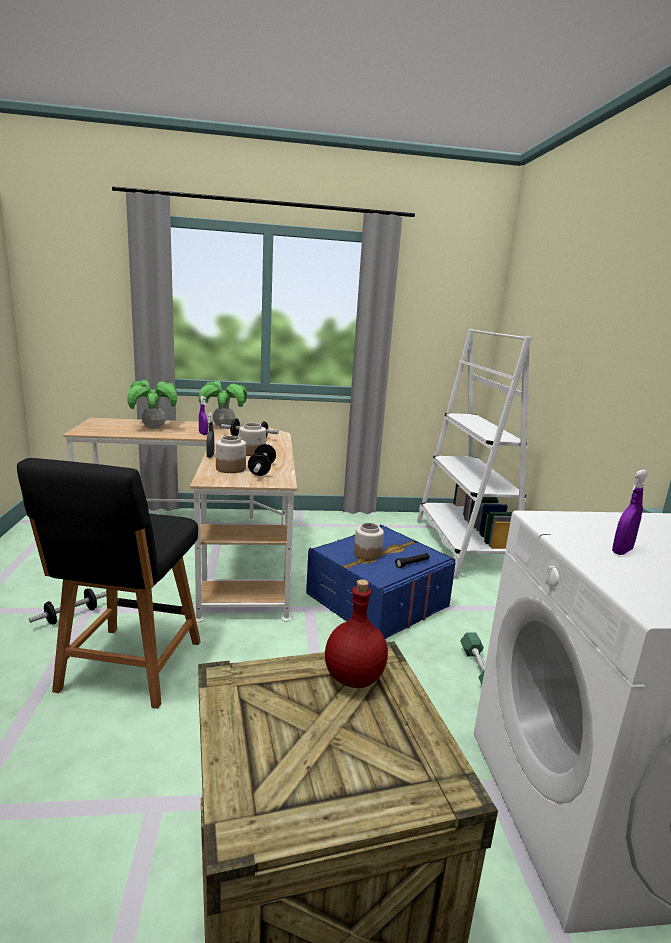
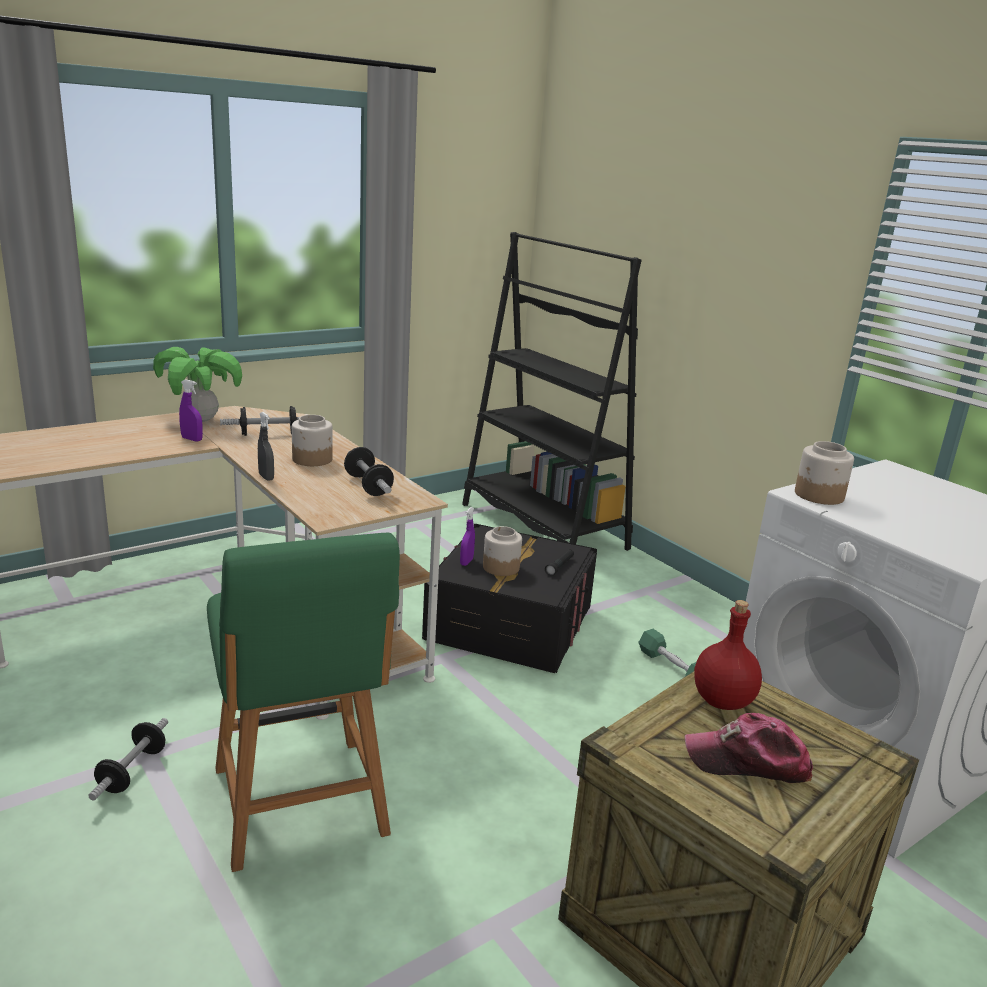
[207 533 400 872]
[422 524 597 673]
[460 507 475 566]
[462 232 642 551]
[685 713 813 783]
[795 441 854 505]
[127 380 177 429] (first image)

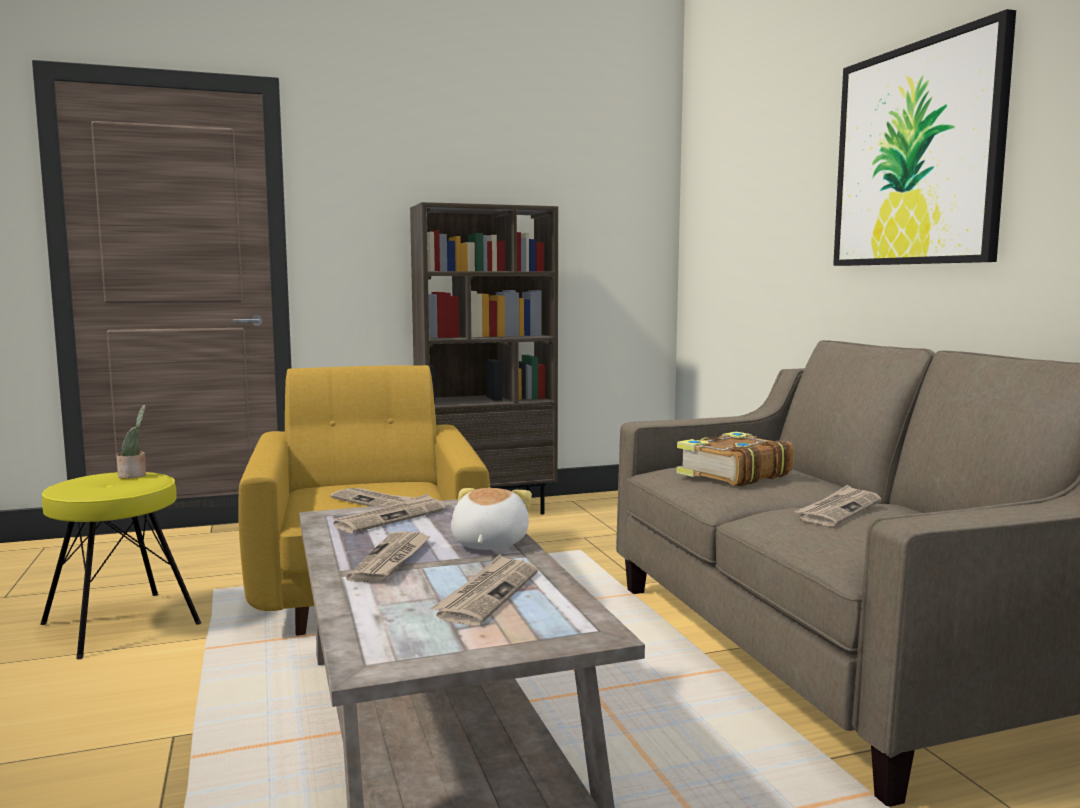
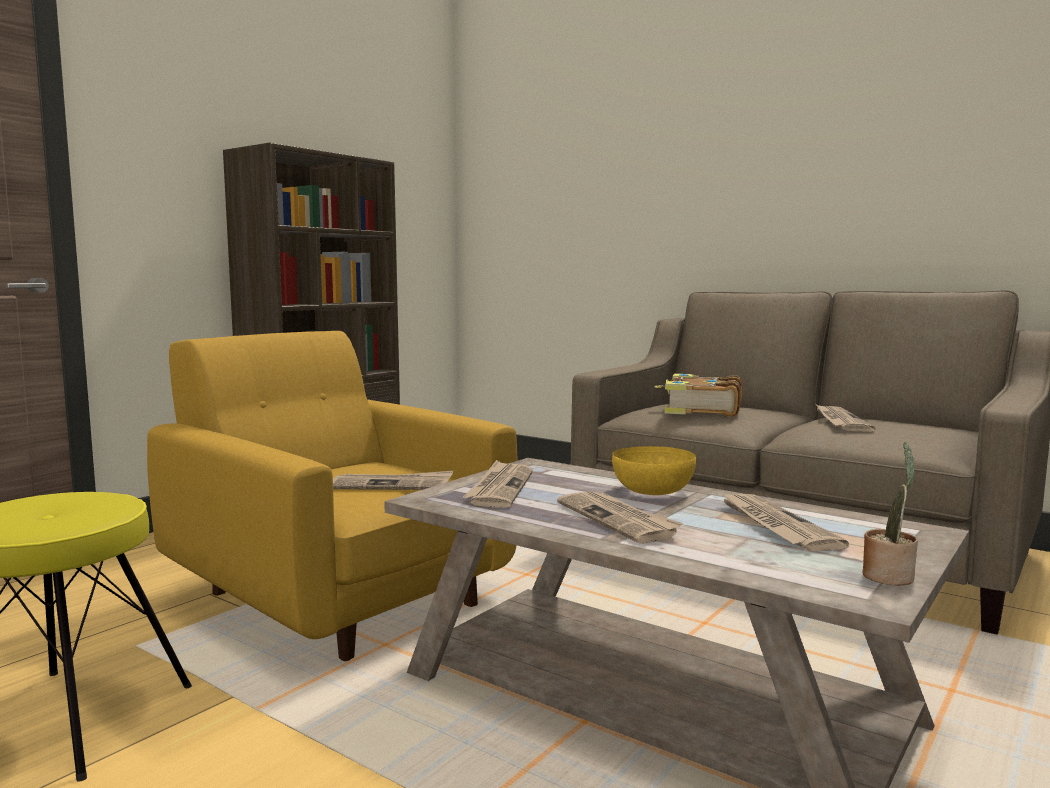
[612 446 696 495]
[863 442 918 586]
[833 9 1016 266] (first image)

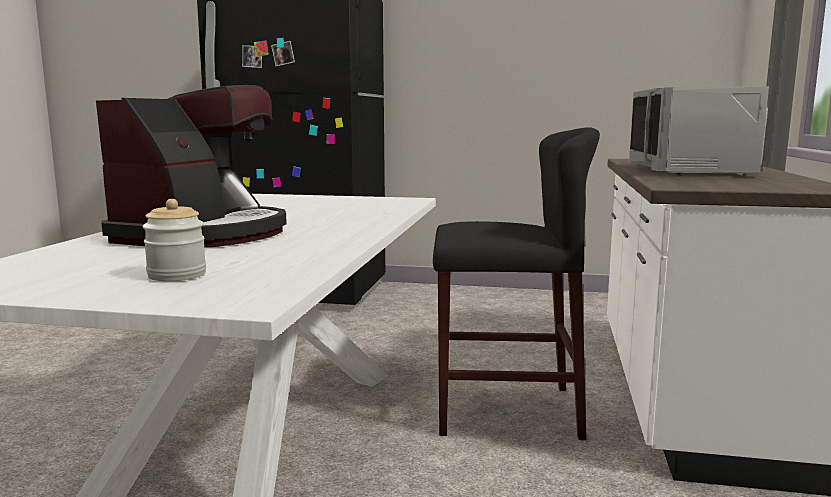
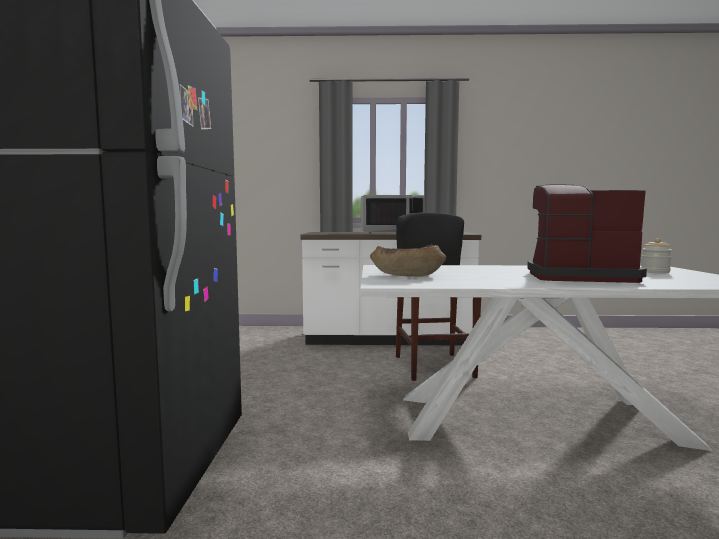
[370 245 446 277]

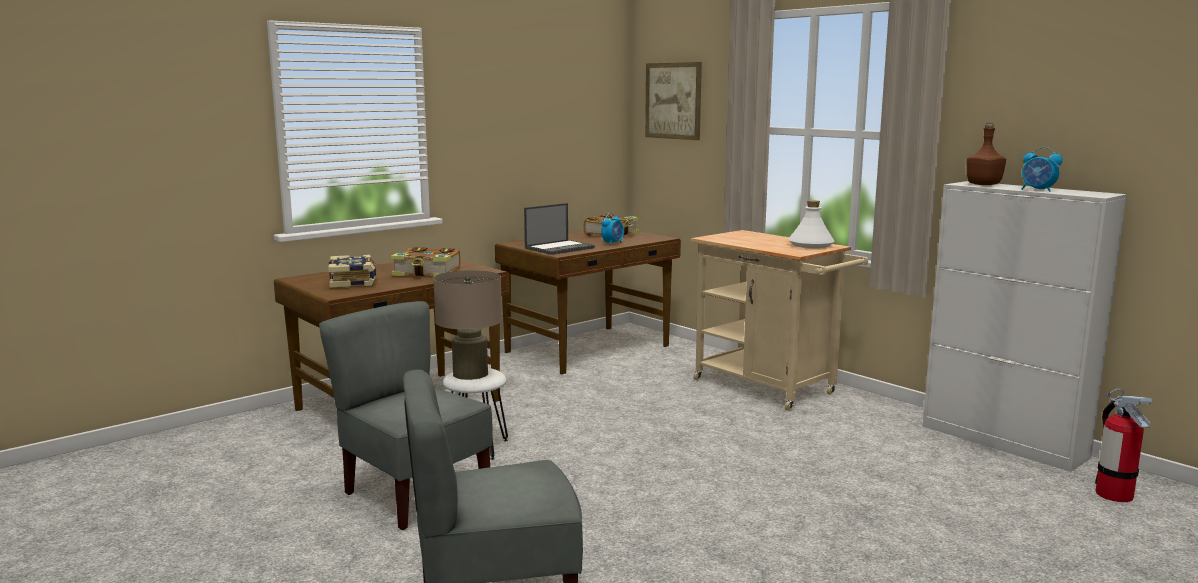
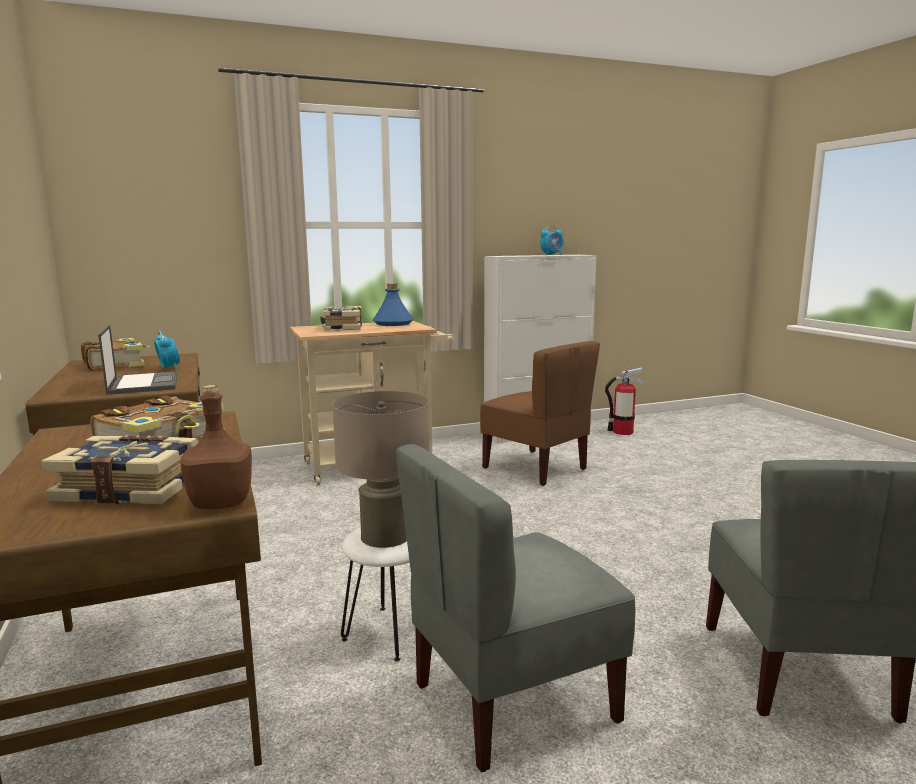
[180 385 252 509]
[321 306 362 330]
[373 283 414 326]
[480 341 600 486]
[645 62 702 140] (first image)

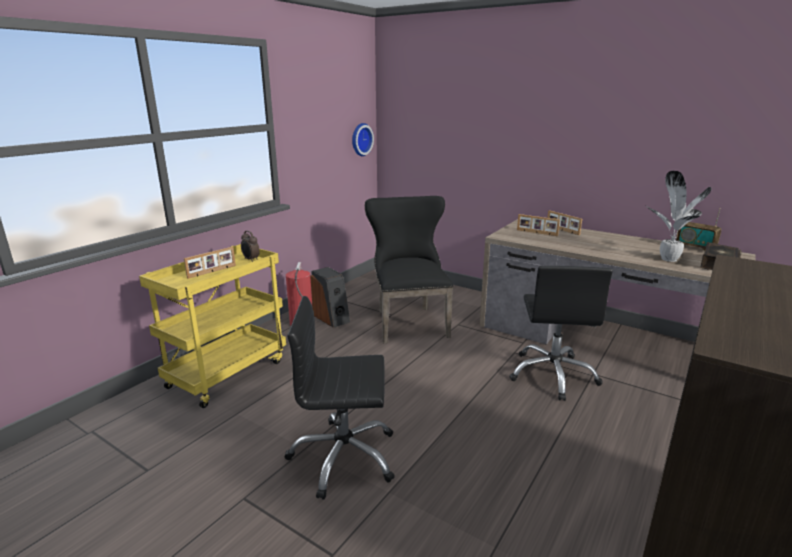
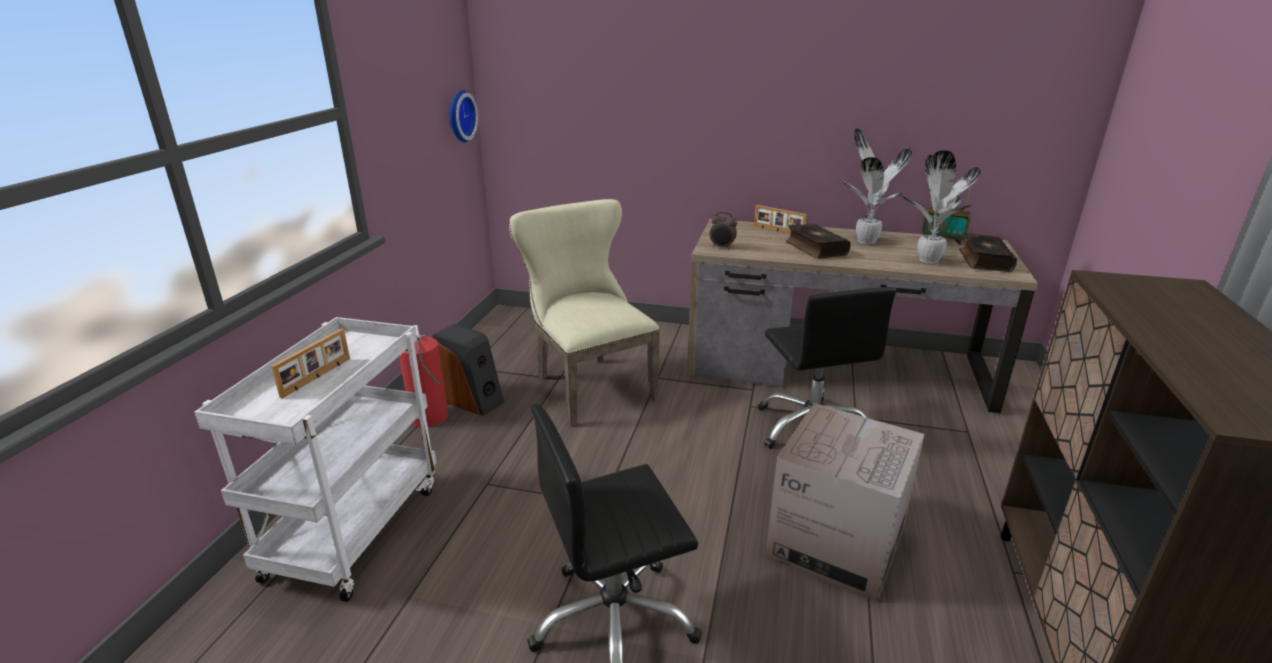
[194 317 437 602]
[509 199 660 427]
[710 212 737 249]
[766 403 925 602]
[786 224 850 259]
[839 128 912 244]
[517 214 560 236] (first image)

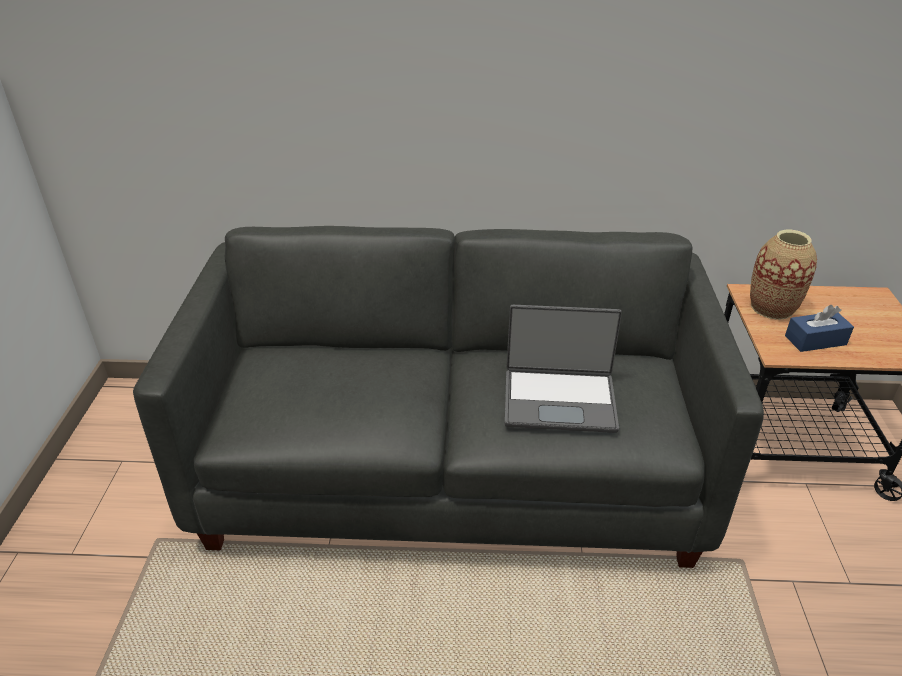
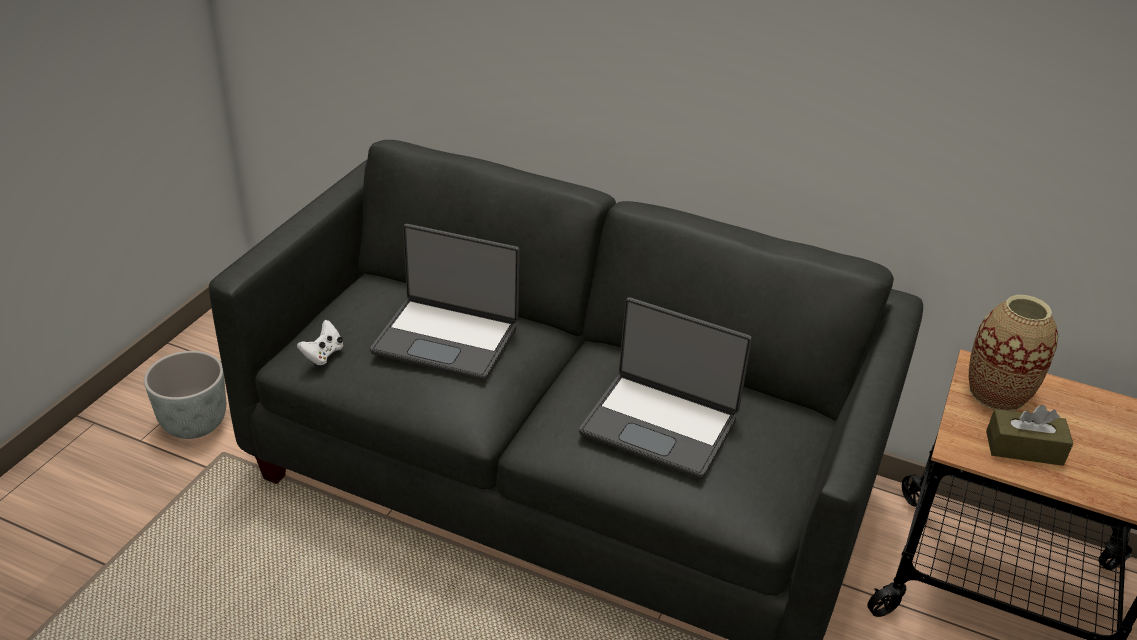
[144 351 226 439]
[297 320 343 365]
[370 224 520 381]
[986 405 1073 466]

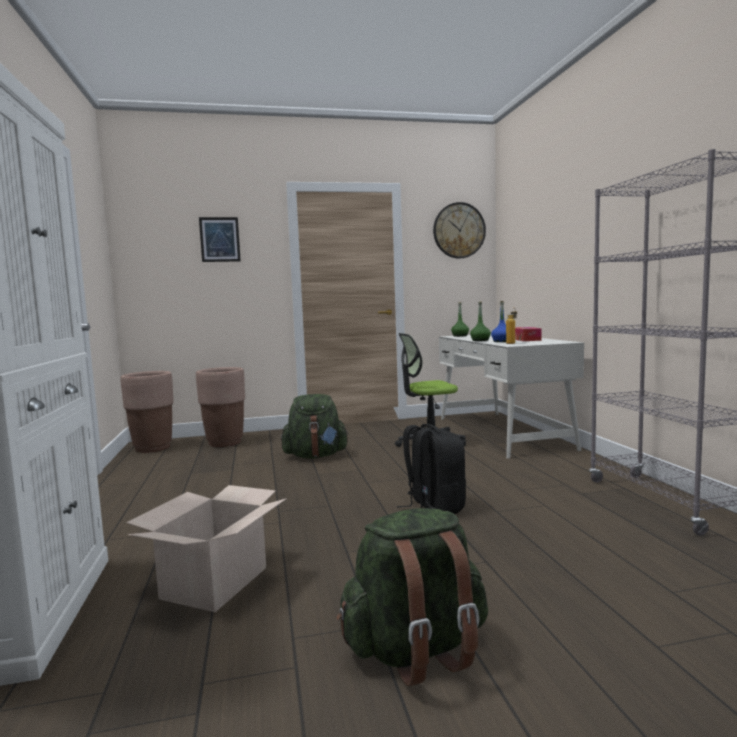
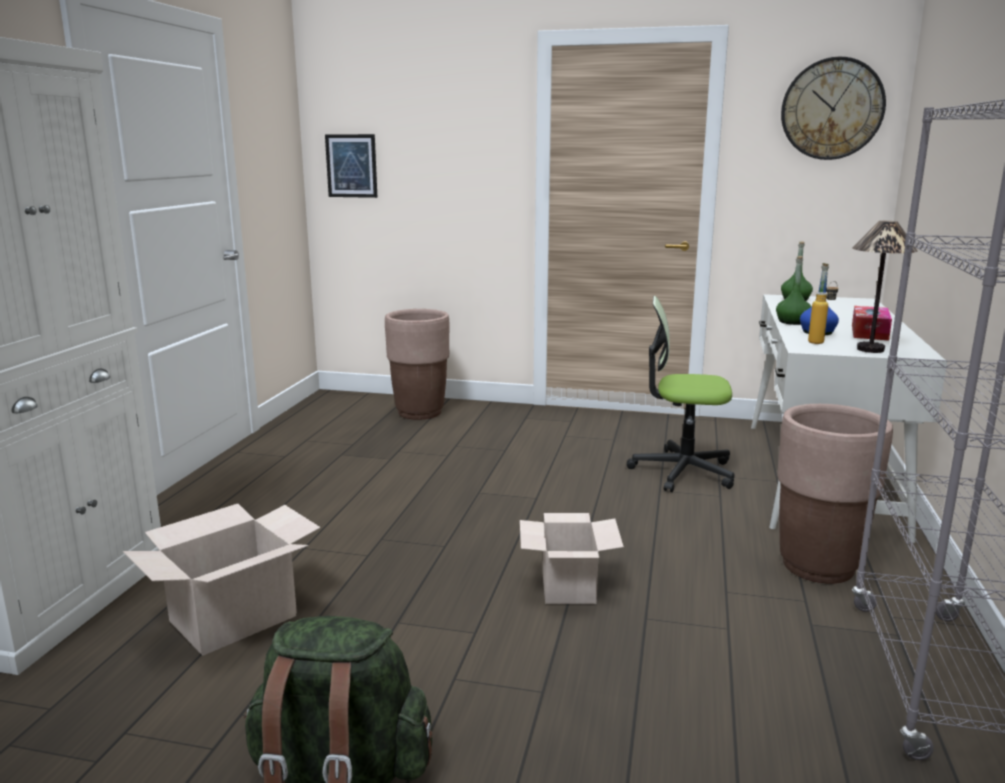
[325 134 378 198]
[520 513 624 604]
[777 404 893 583]
[852 221 918 353]
[281 394 349 459] (first image)

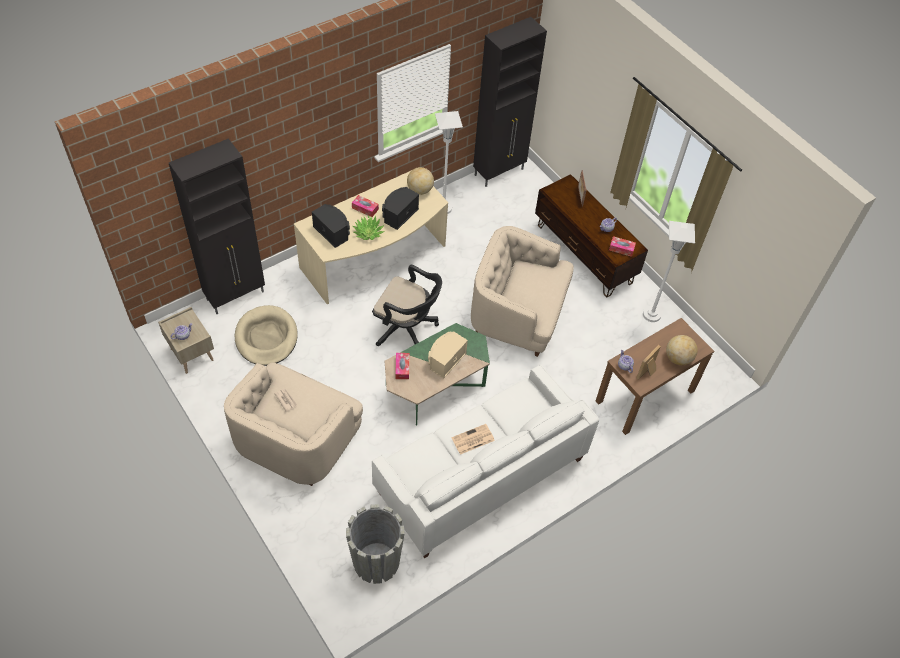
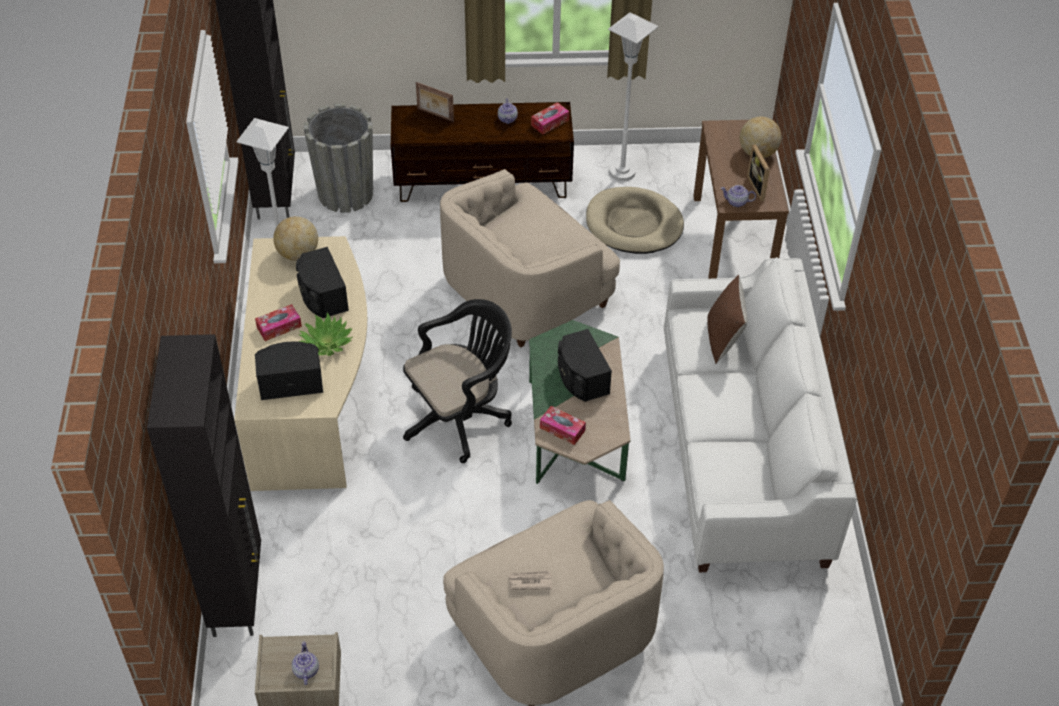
[304 103 373 213]
[558 329 612 402]
[586 187 684 254]
[707 275 747 364]
[451 424 495 455] (first image)

